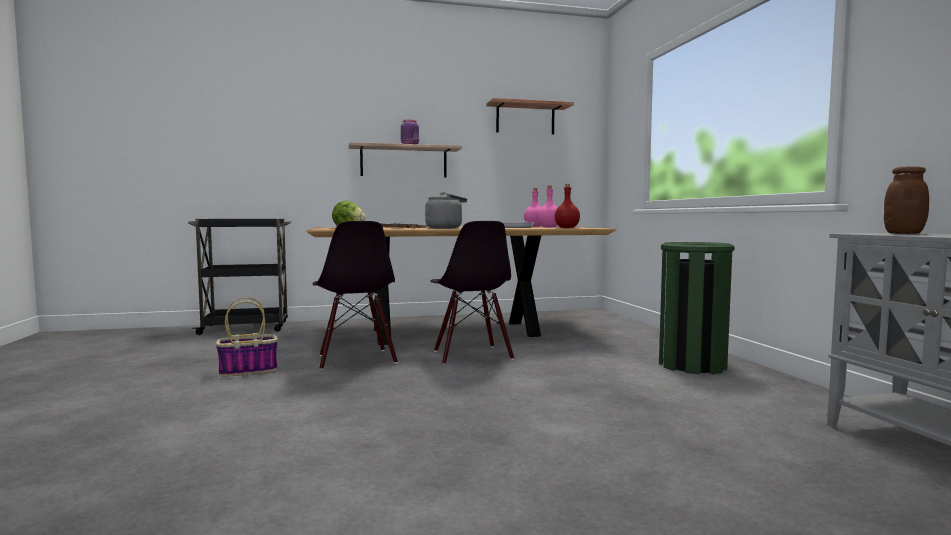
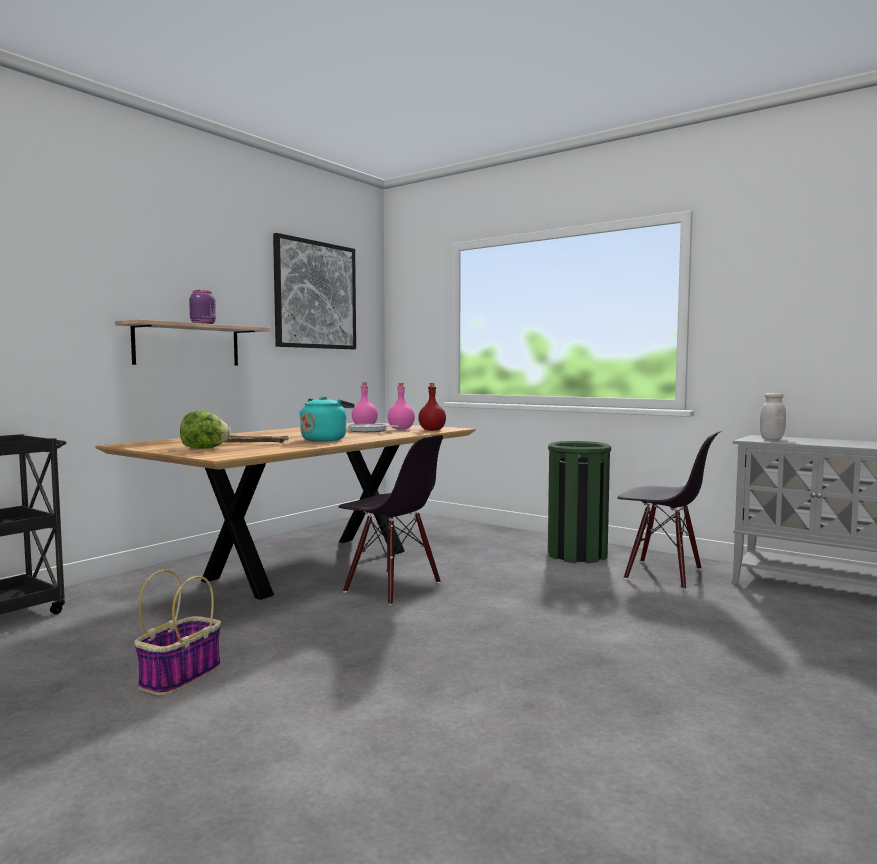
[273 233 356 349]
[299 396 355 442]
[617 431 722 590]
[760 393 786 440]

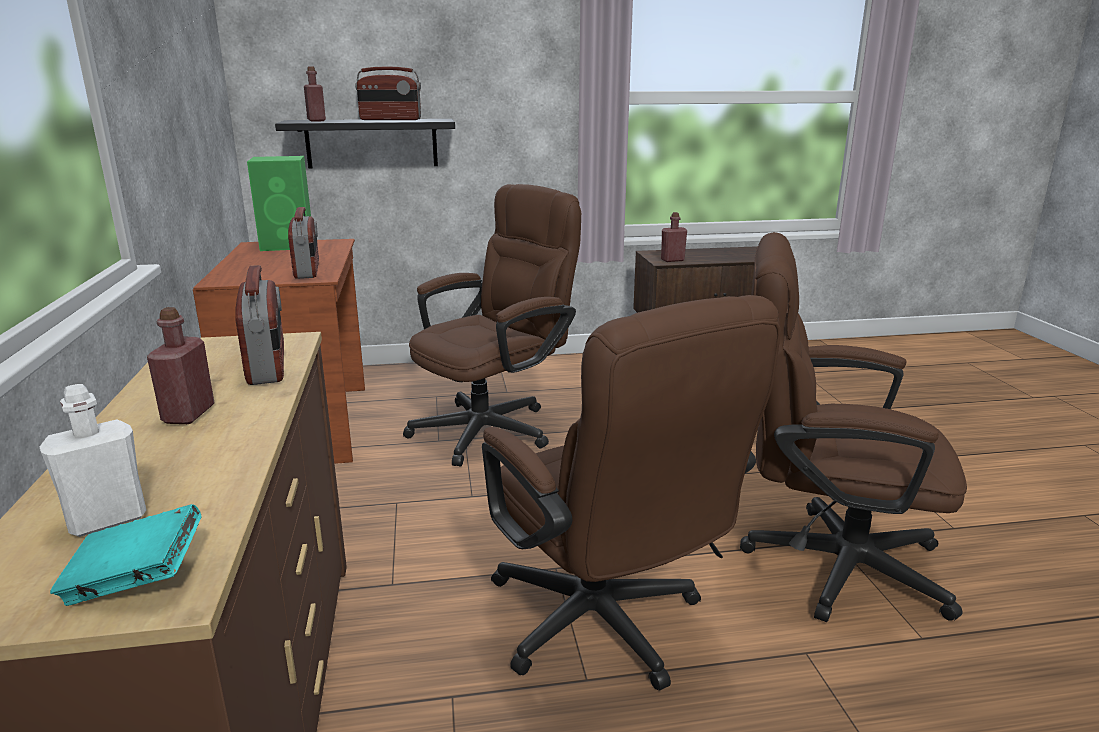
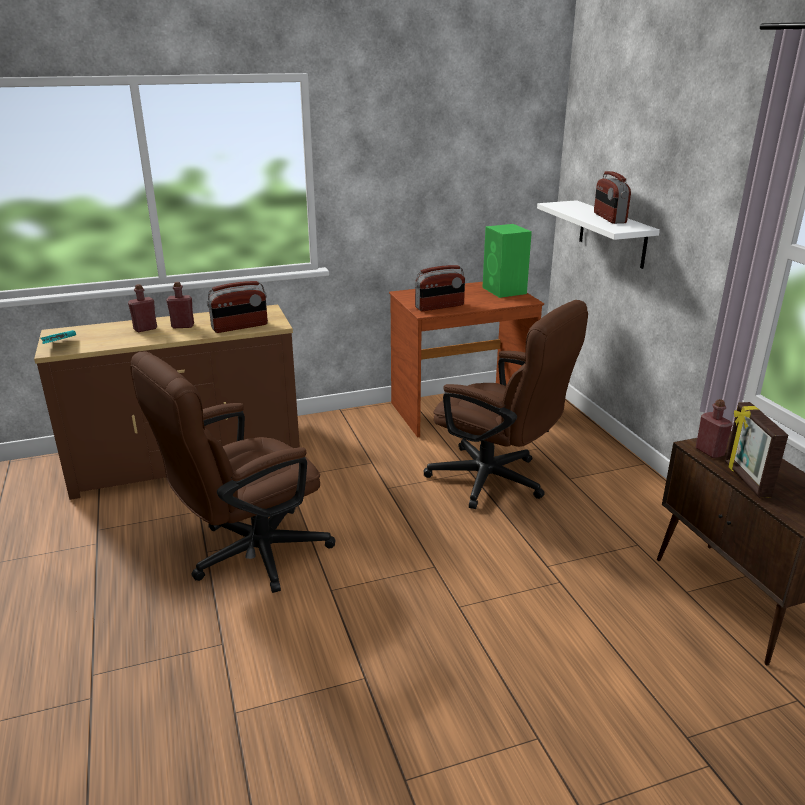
[128 284 157 332]
[537 200 660 269]
[725 402 788 498]
[40 384 146 537] (first image)
[740 232 967 622] (first image)

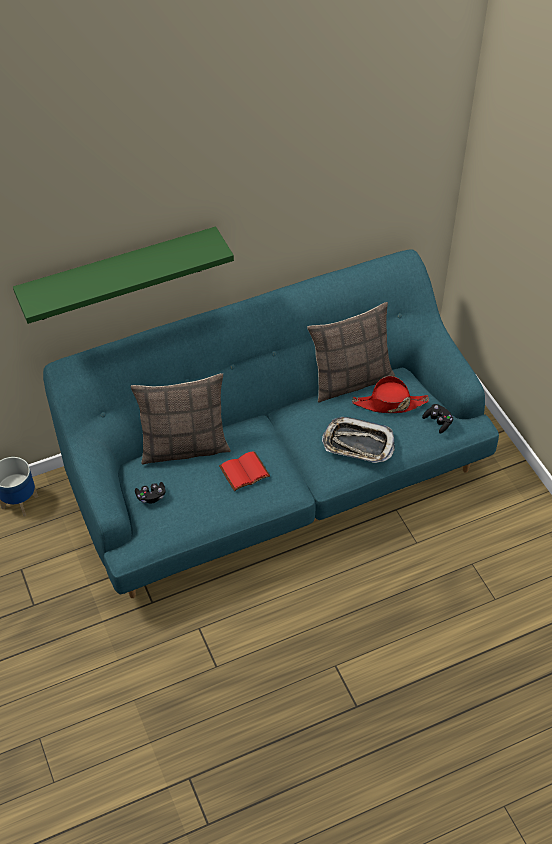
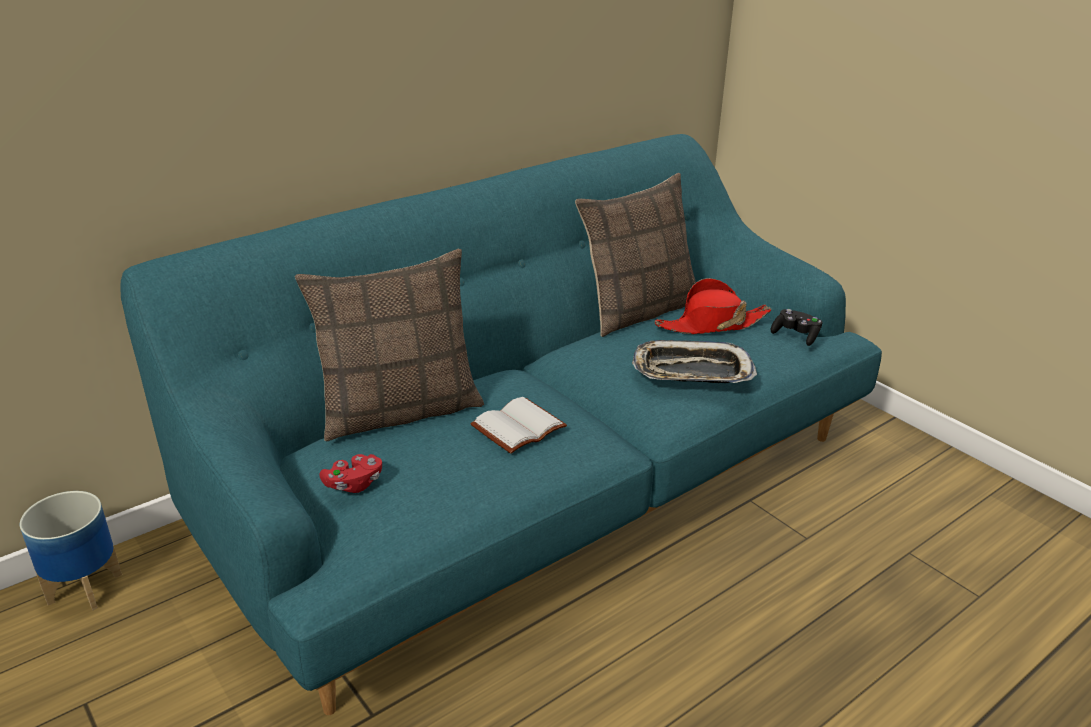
[319 454 382 493]
[470 397 567 454]
[13 227 234 324] (first image)

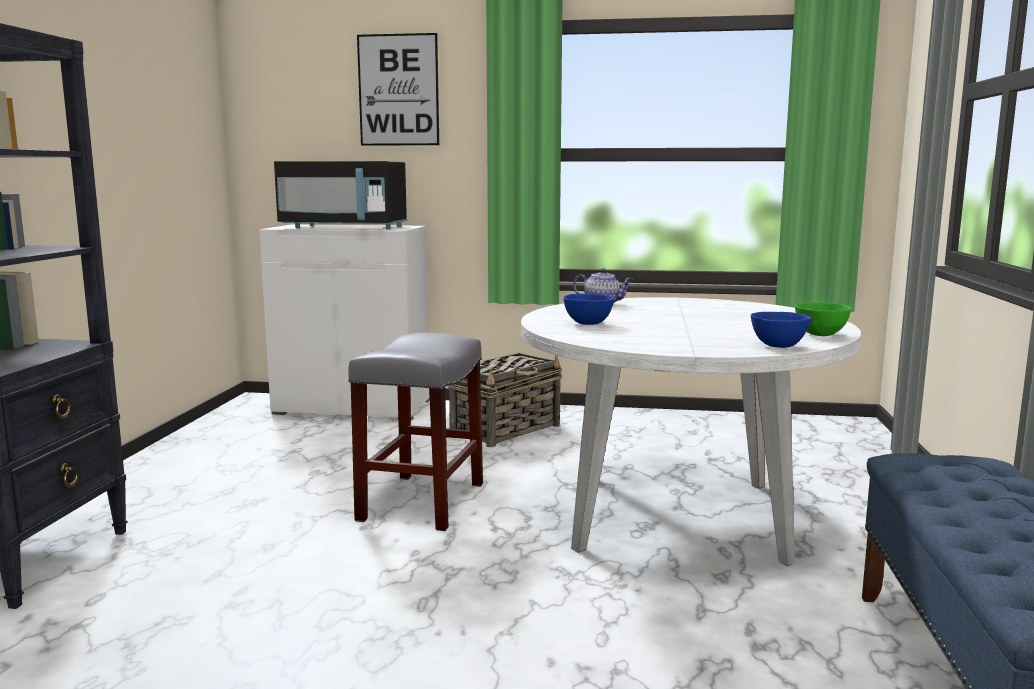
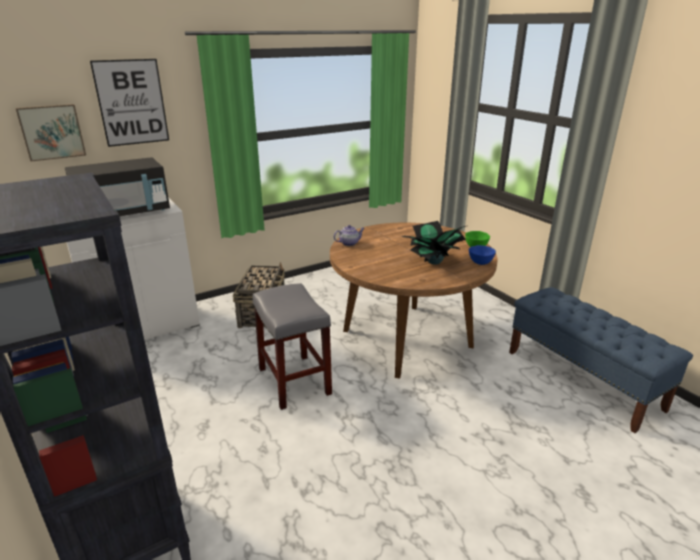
[16 104 86 161]
[330 223 498 378]
[402 221 466 265]
[563 294 614 325] (first image)

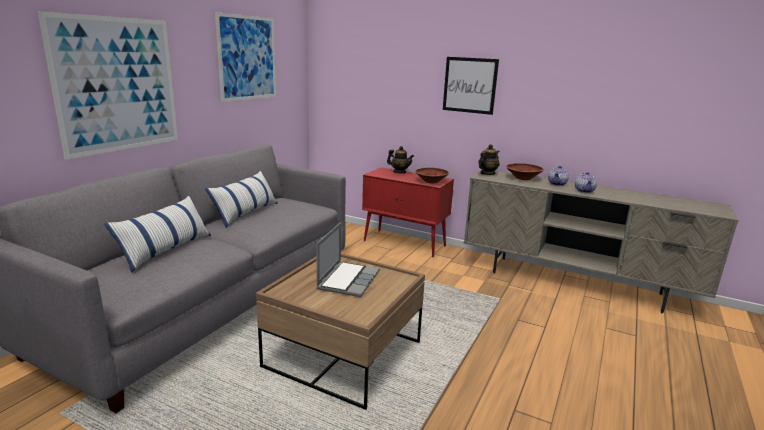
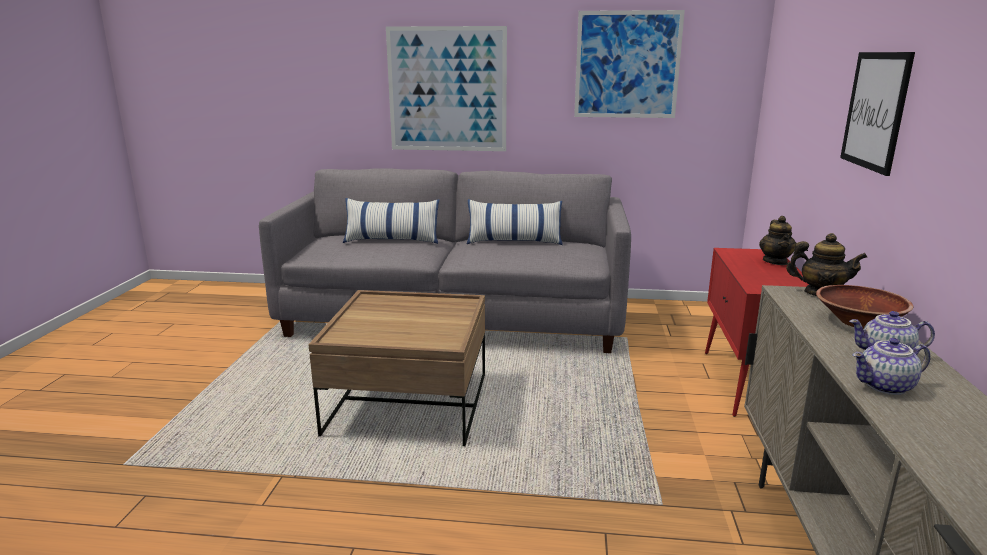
[316 222 380 297] (first image)
[415 167 449 183] (first image)

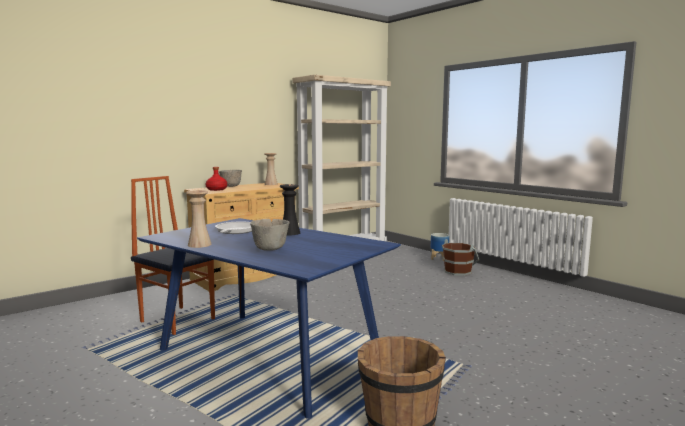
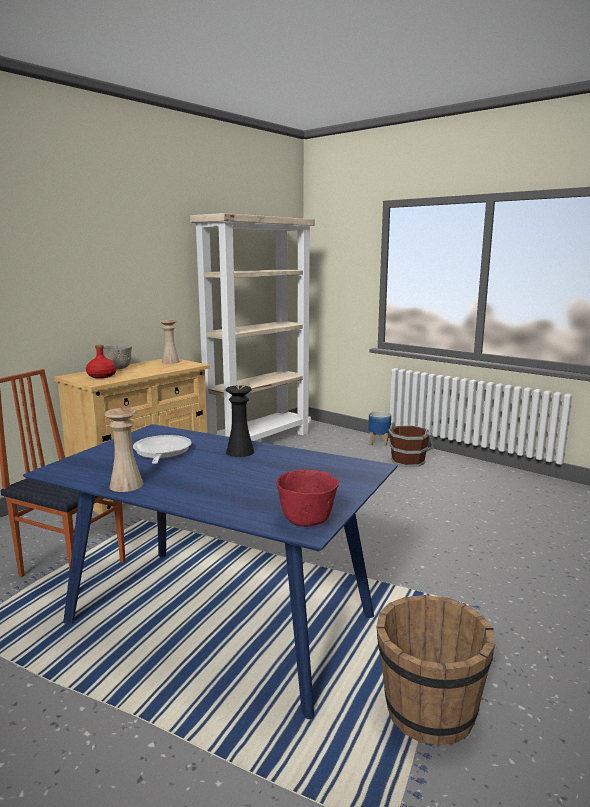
[276 470 339 527]
[250 219 289 251] (first image)

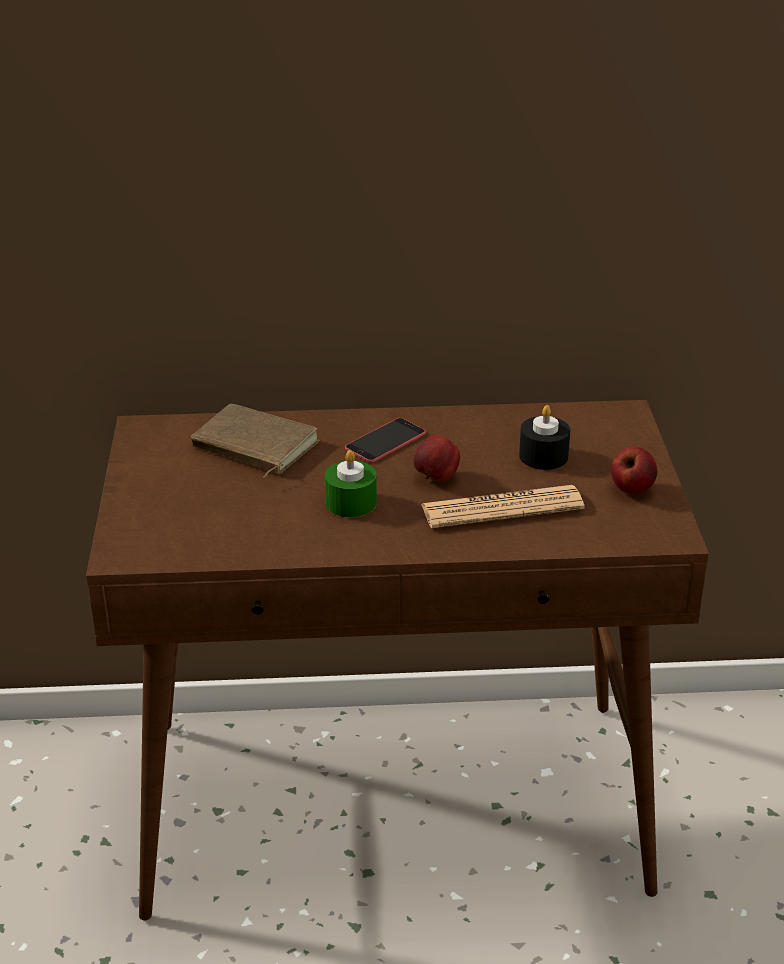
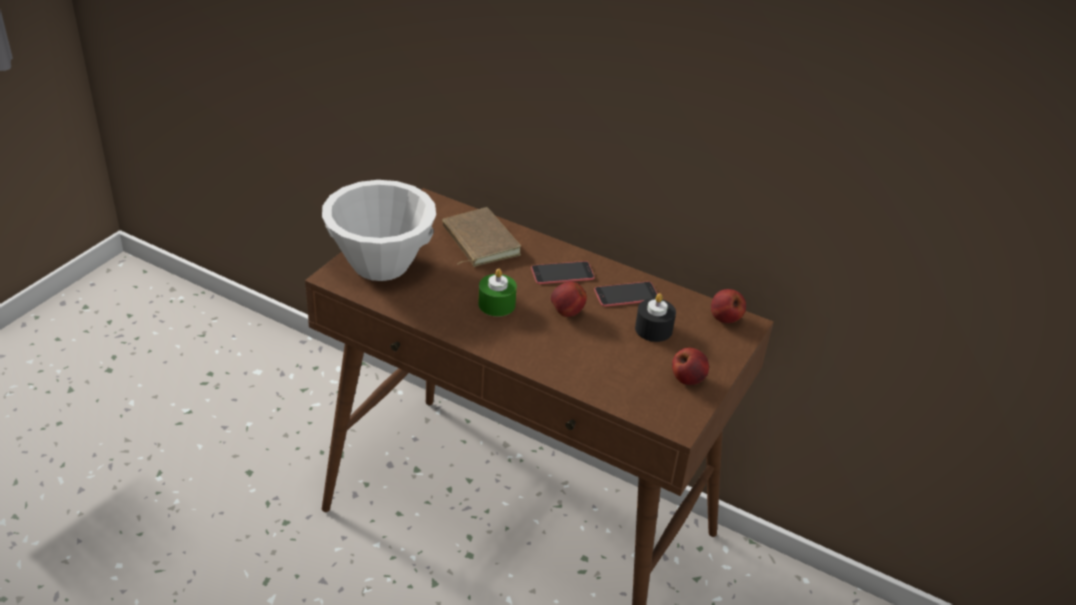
[322 180 436 281]
[594 281 658 307]
[711 289 746 323]
[422 485 585 528] (first image)

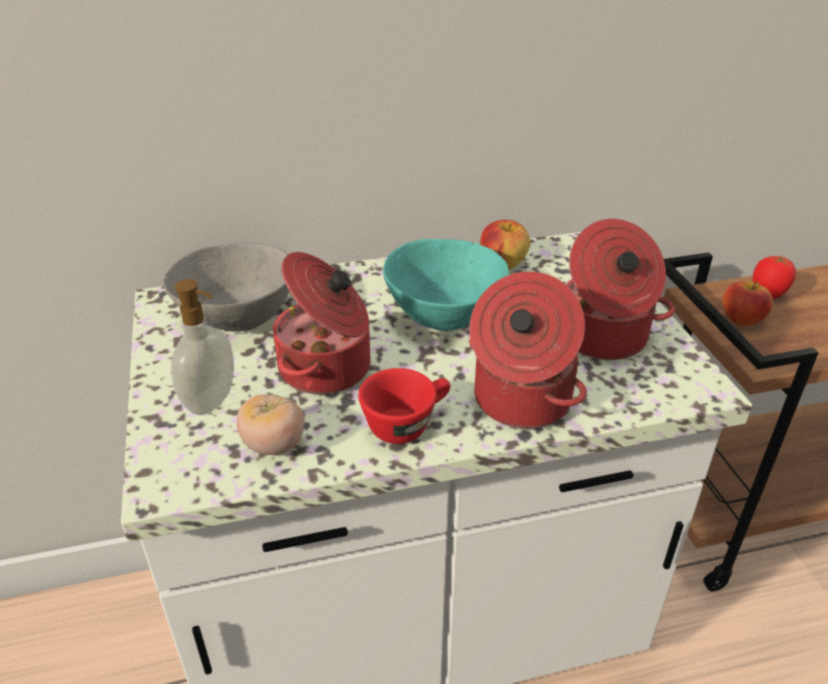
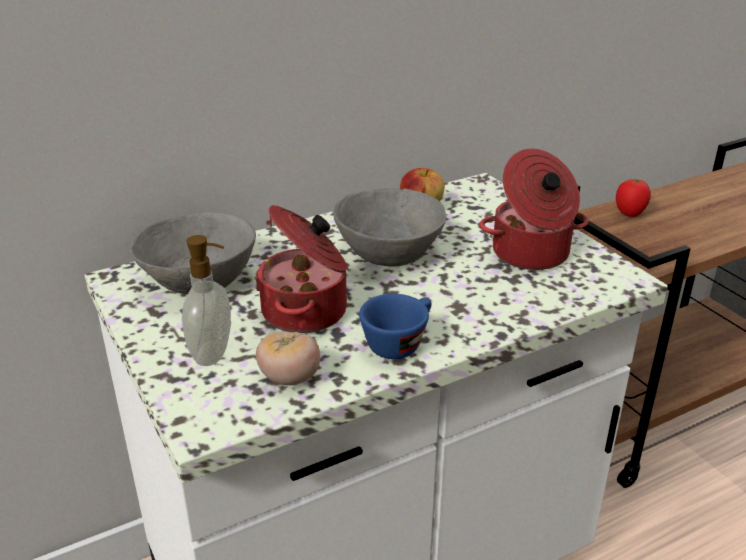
[333 188 446 267]
[359 294 432 359]
[469 271 587 429] (first image)
[722 281 773 327] (first image)

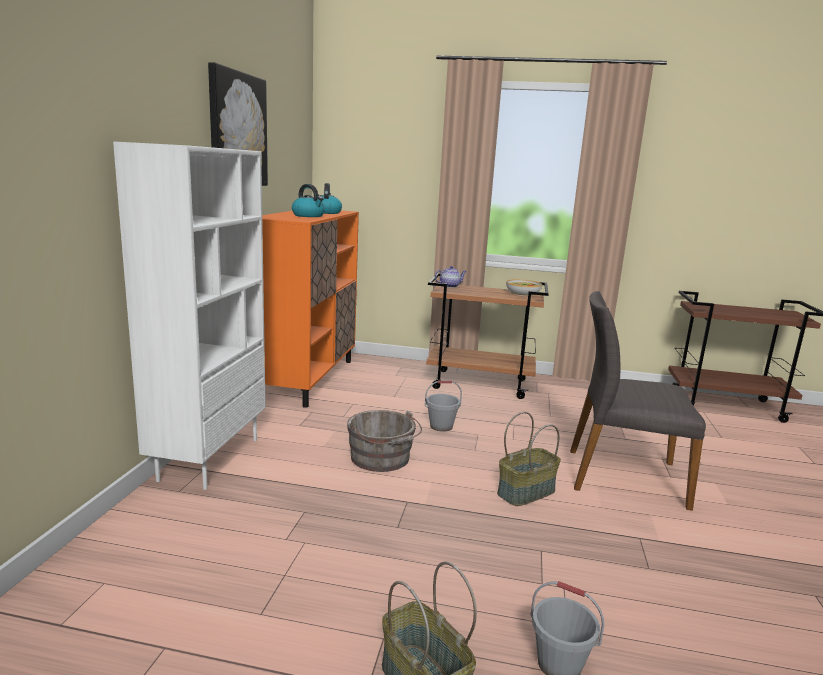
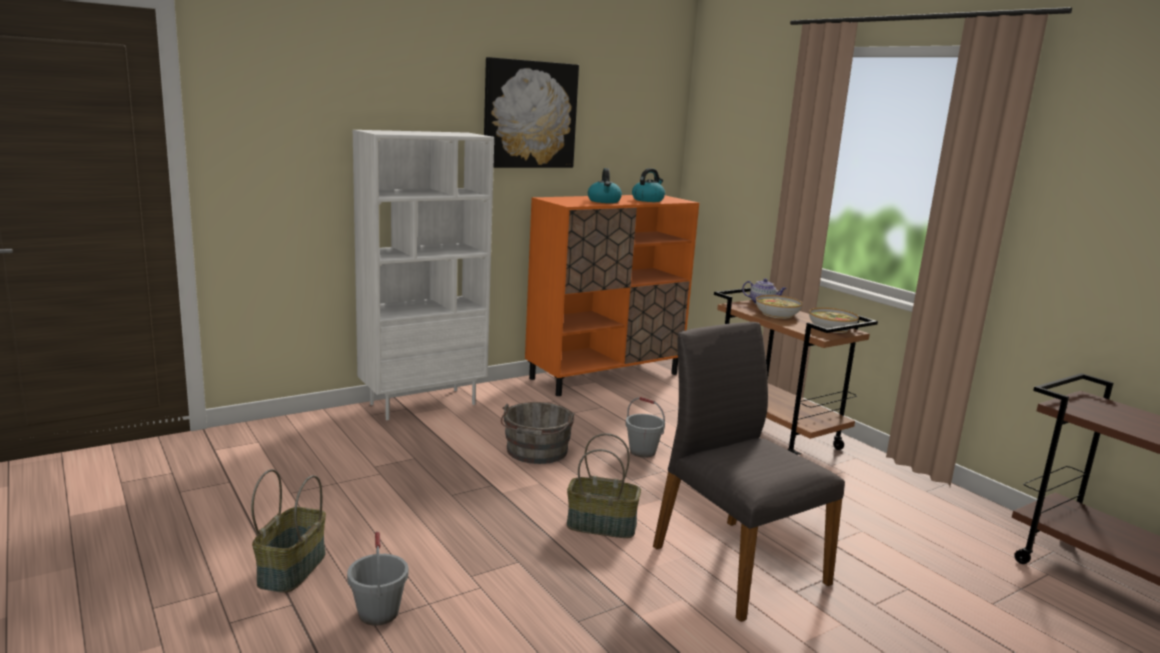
[756 295 802 319]

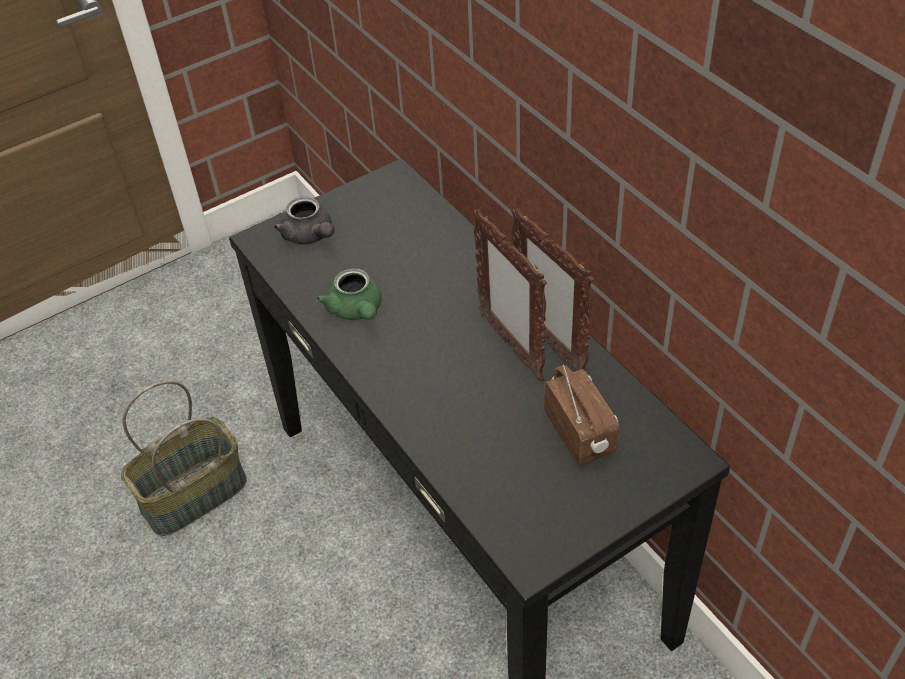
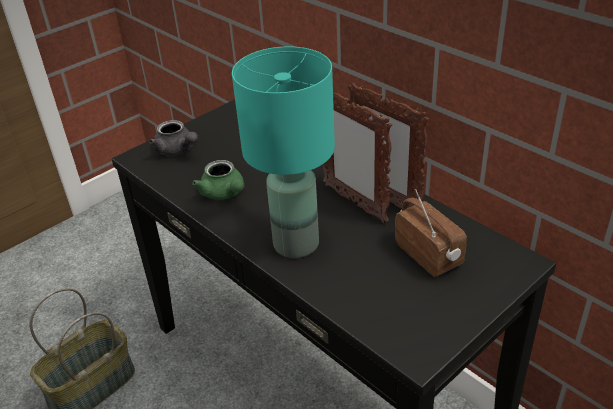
[232 47 335 258]

